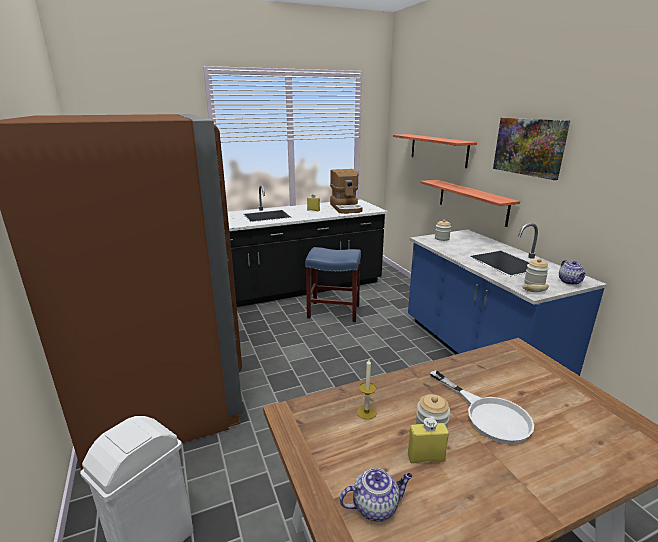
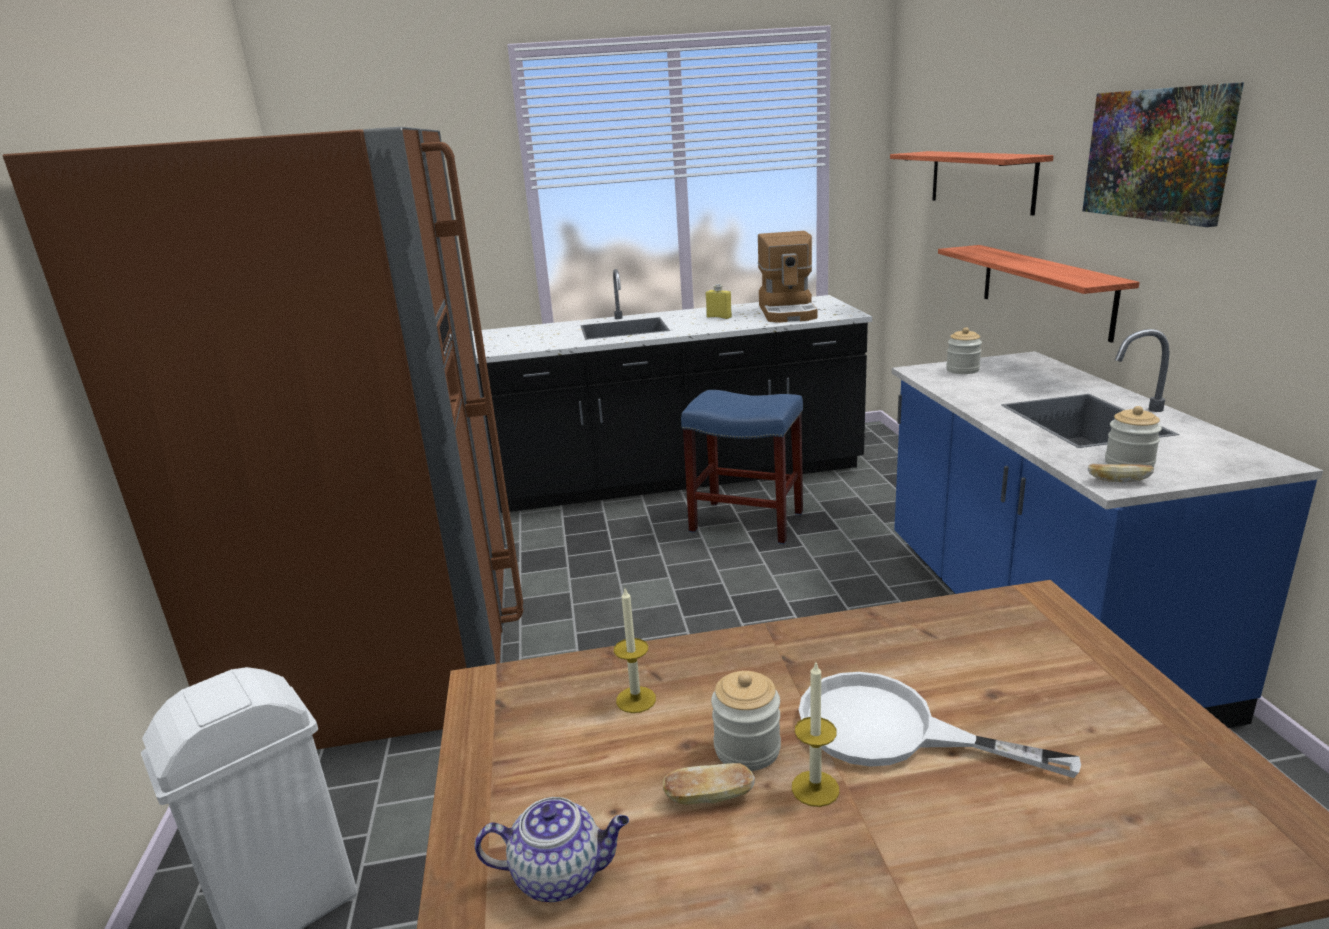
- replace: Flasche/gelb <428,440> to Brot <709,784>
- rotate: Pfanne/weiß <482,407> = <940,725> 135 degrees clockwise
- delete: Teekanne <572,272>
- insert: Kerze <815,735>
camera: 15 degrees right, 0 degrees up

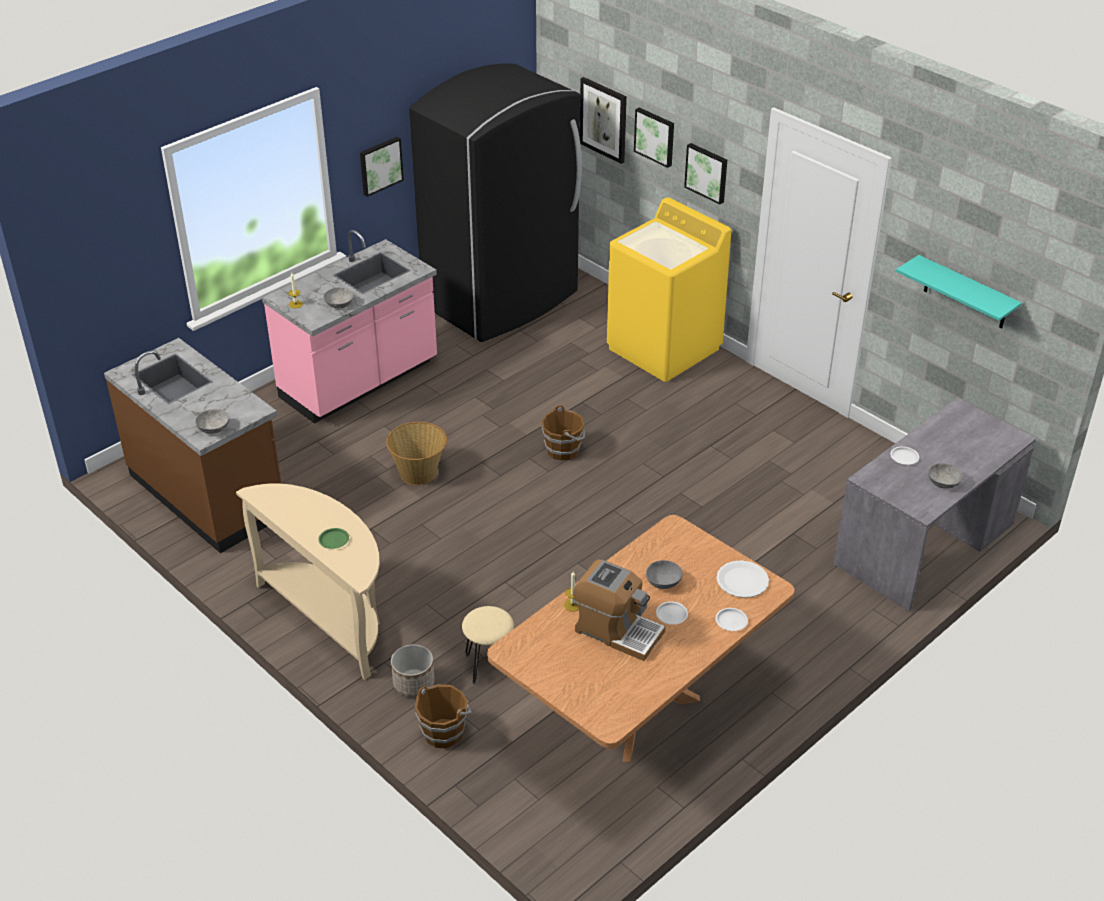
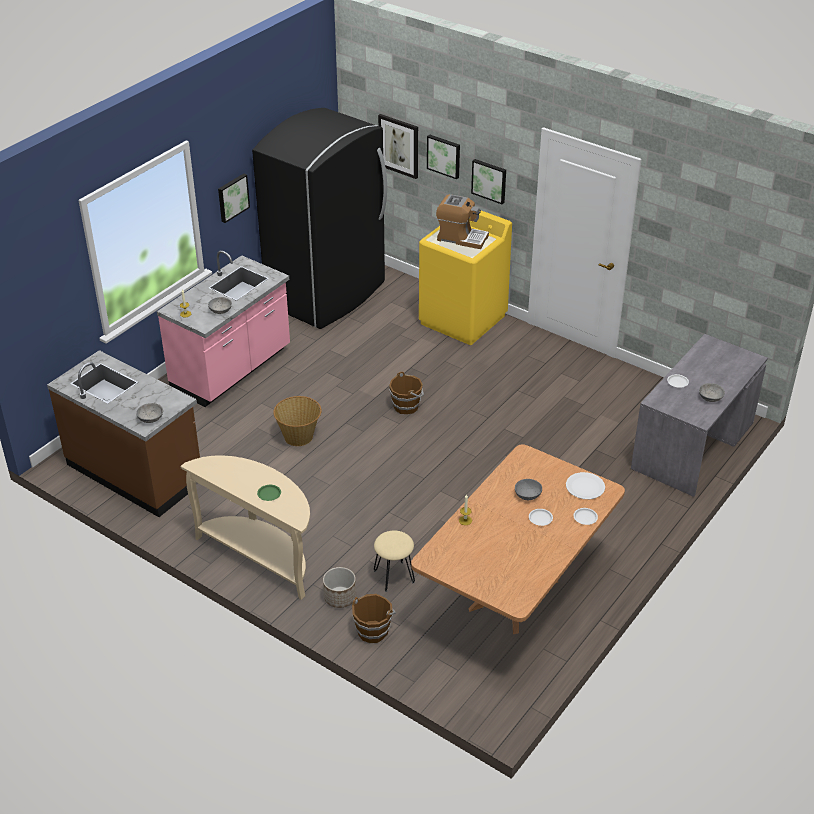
- move: Kaffeemaschine <619,610> to <462,221>
- delete: Wandregal/türkis <959,291>
camera: 10 degrees left, 0 degrees up

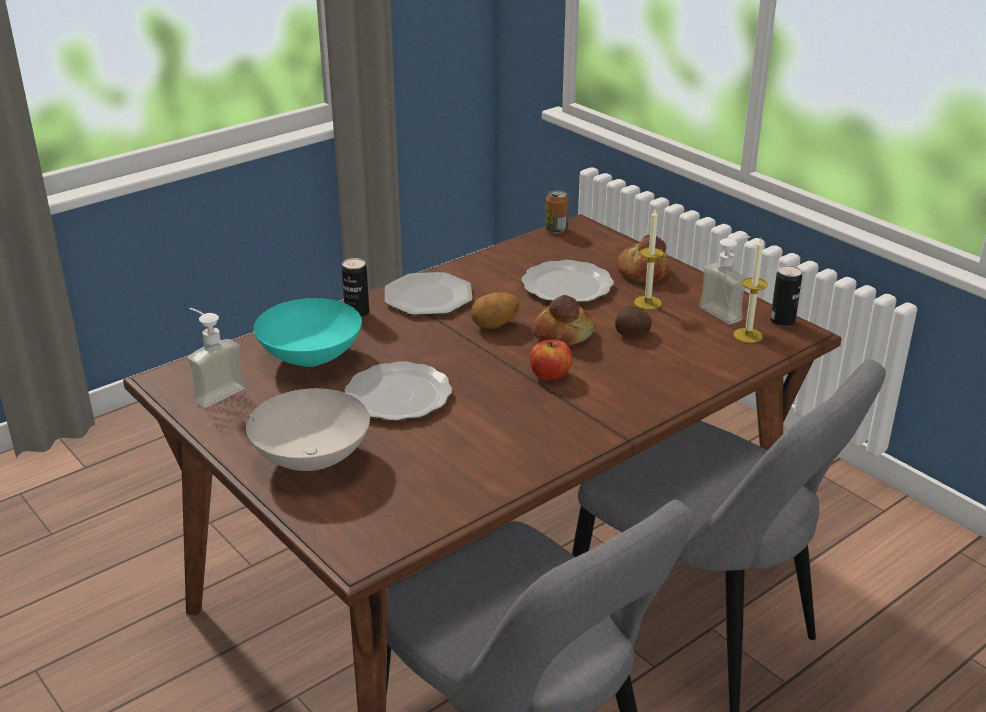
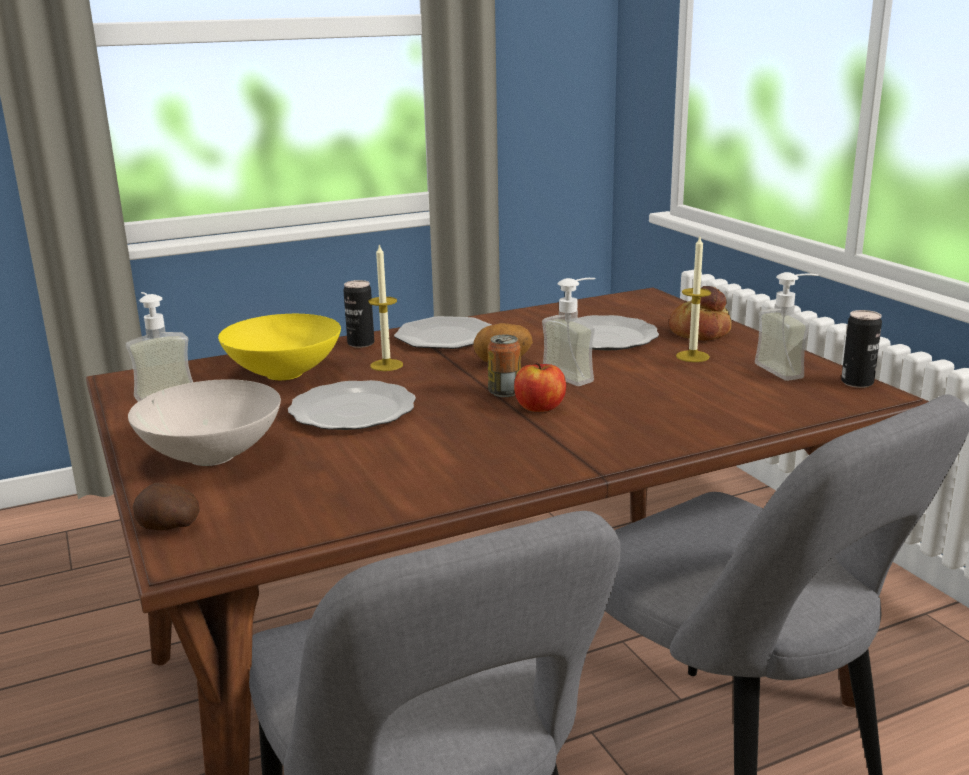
- recolor: Schüssel/türkis <308,332> to Schüssel/gelb <279,347>
- replace: Brot <563,320> to Seifenspender <568,332>
- move: Dose <557,211> to <504,366>
- move: Kartoffel <633,320> to <166,506>
- move: Kerze <751,291> to <386,307>
camera: 15 degrees right, 10 degrees down

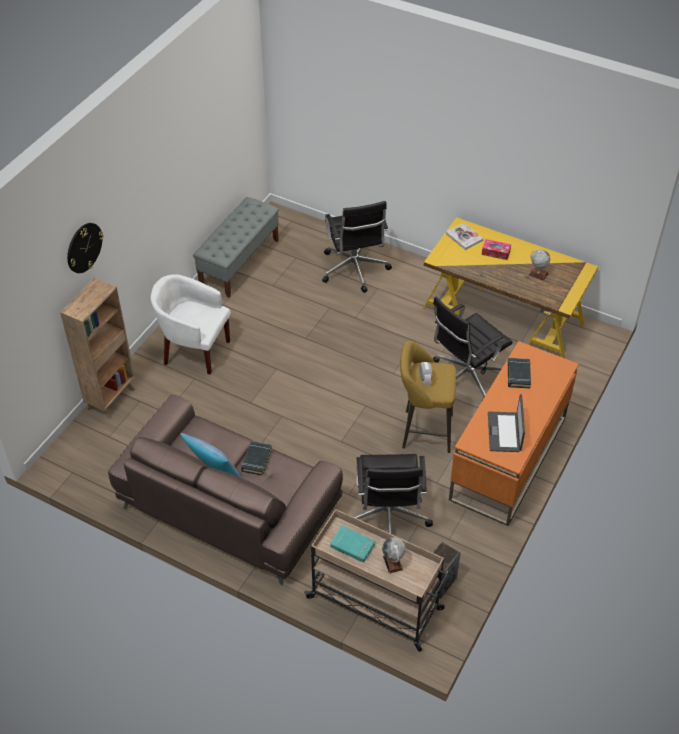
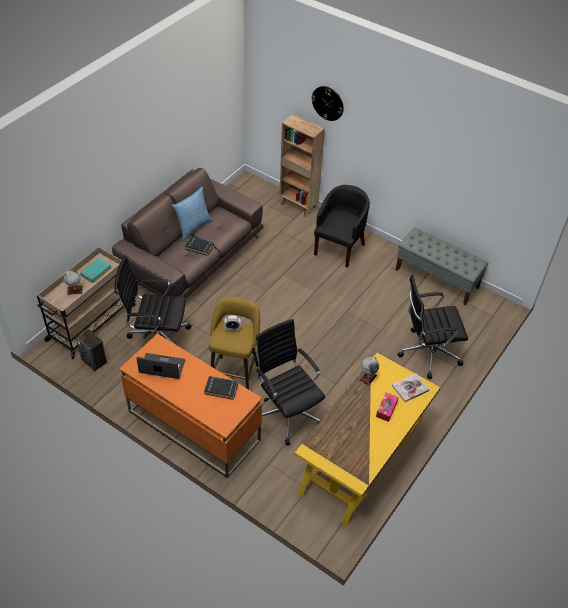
- recolor: Sessel/weiß <191,324> to Sessel/schwarz <342,226>
- move: Globus <539,265> to <369,371>
camera: 95 degrees right, 0 degrees up

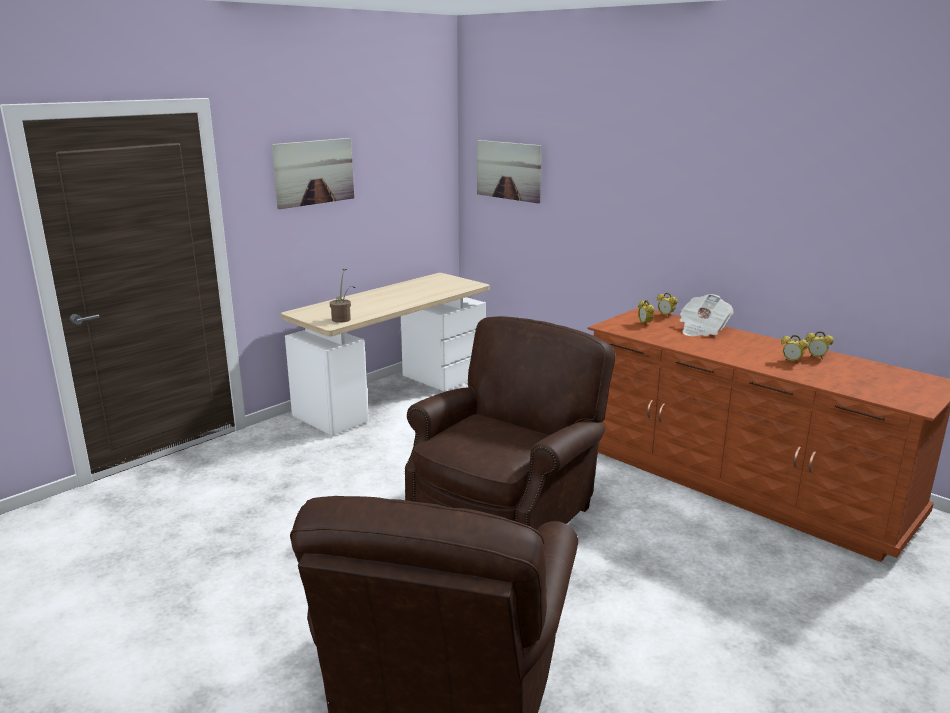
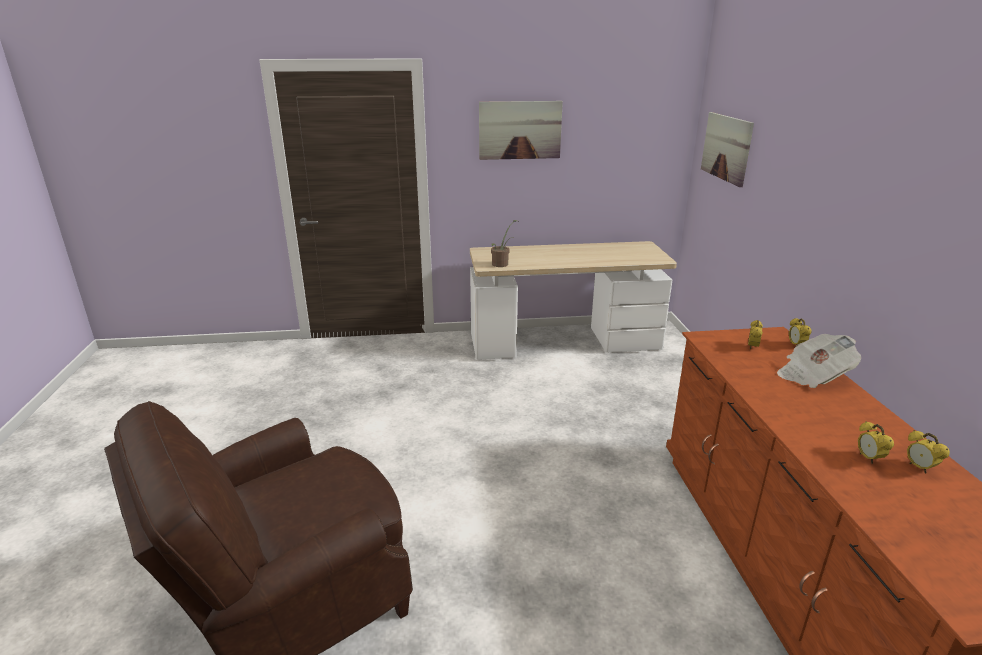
- delete: Sessel/braun <510,423>
camera: 40 degrees right, 5 degrees up

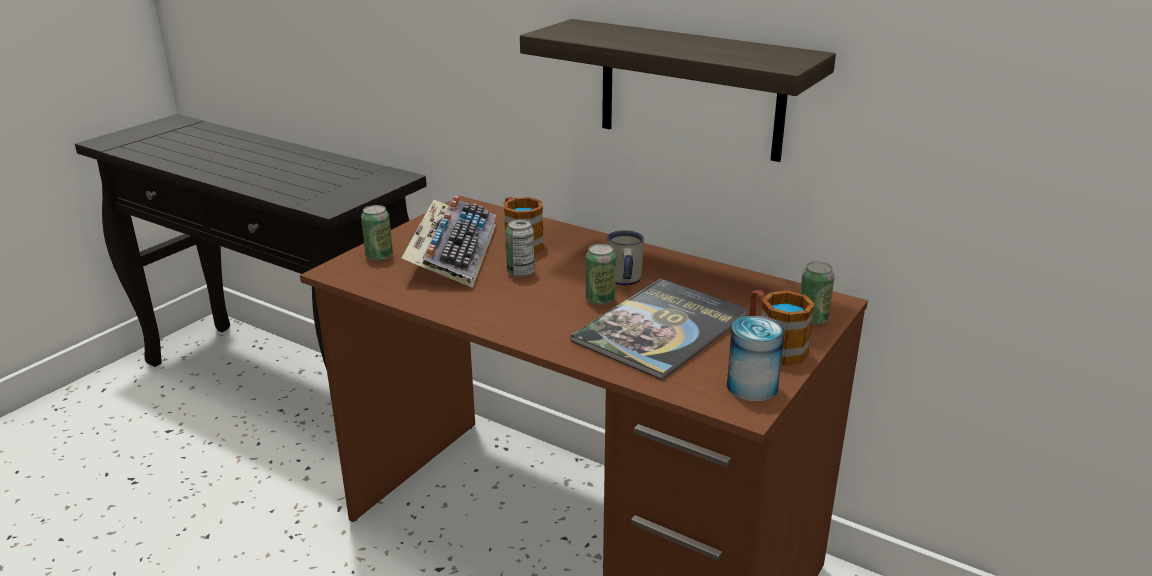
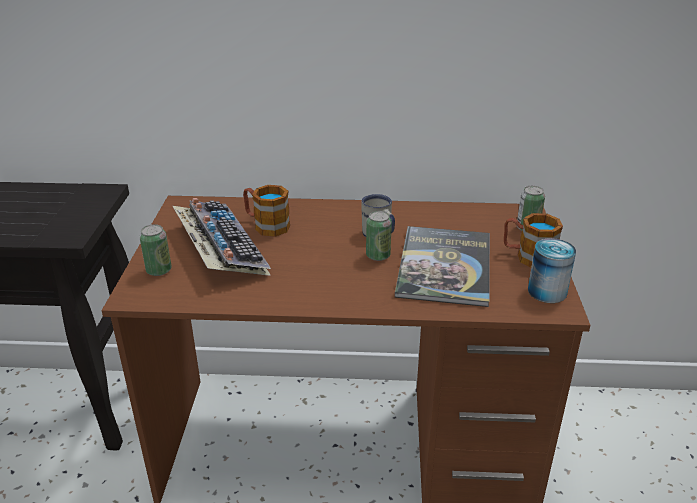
- delete: Dose <520,248>
- delete: Wandregal <678,90>
camera: 30 degrees left, 5 degrees up

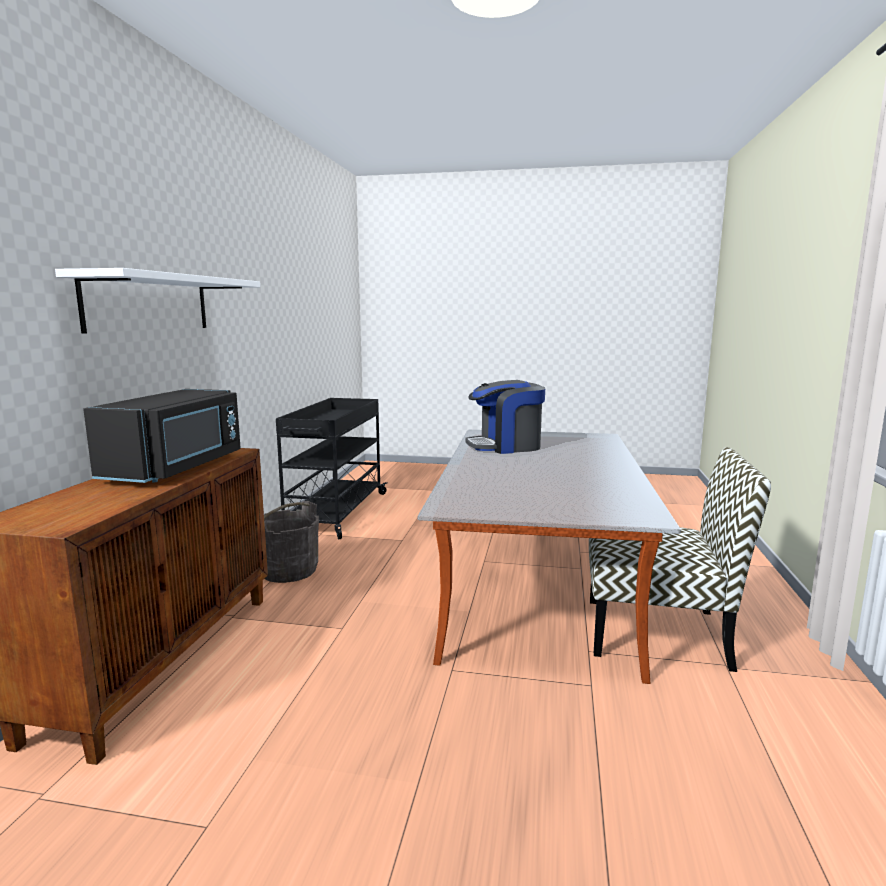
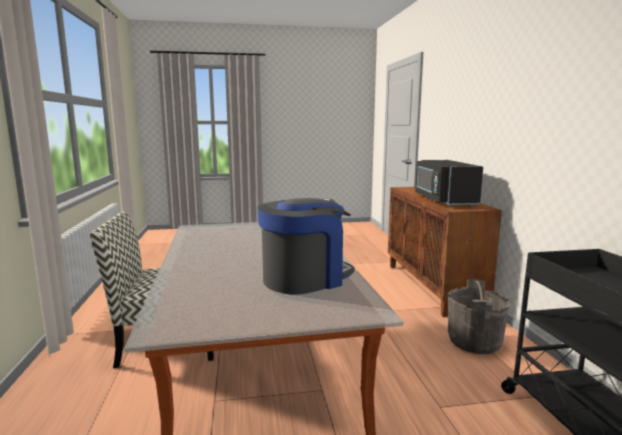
- delete: Wandregal/weiß <157,301>
camera: 160 degrees right, 0 degrees up

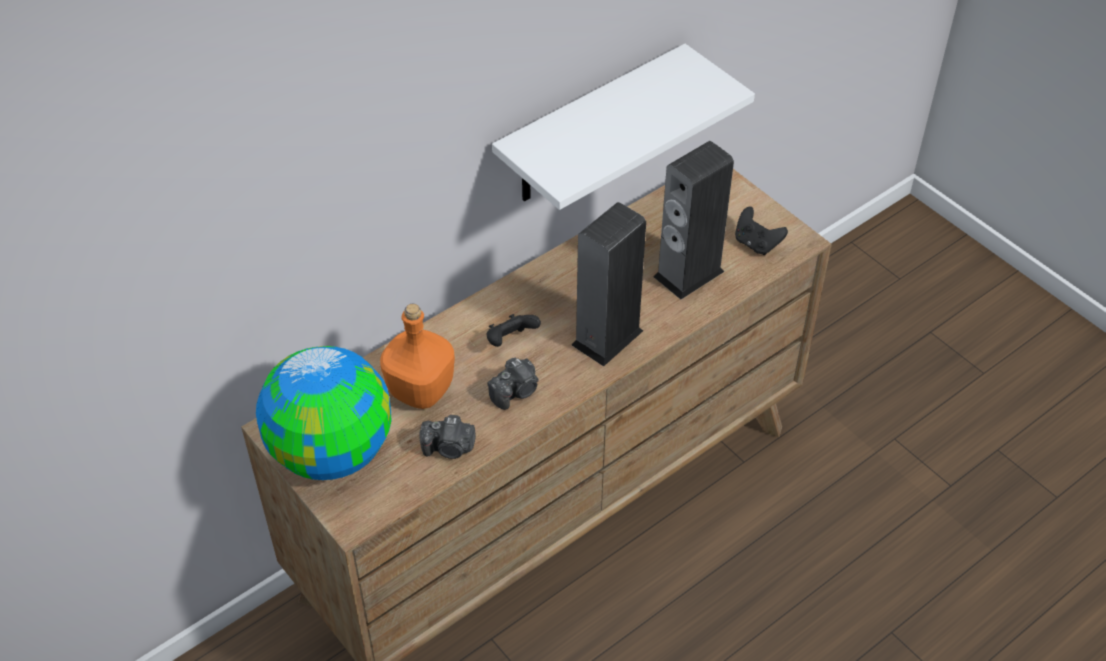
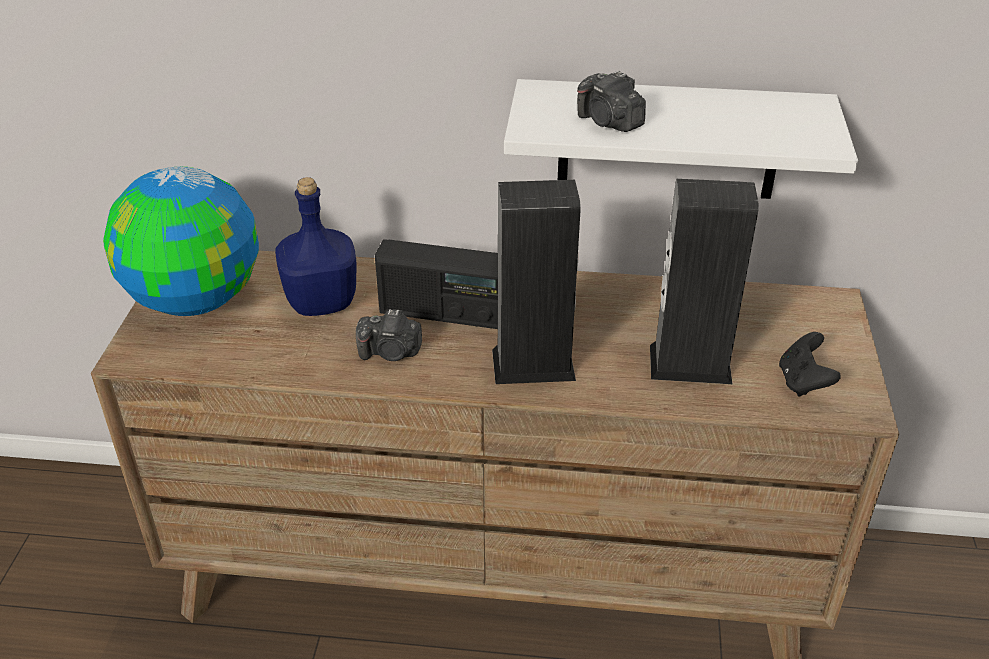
- recolor: Flasche/orange <417,356> to Flasche/blau <316,246>
- move: Kamera <448,437> to <611,101>
- replace: Gamepad/schwarz <514,330> to Radio <436,284>
camera: 45 degrees right, 10 degrees down

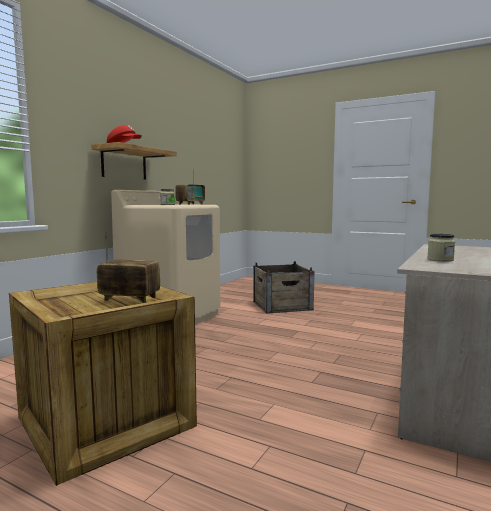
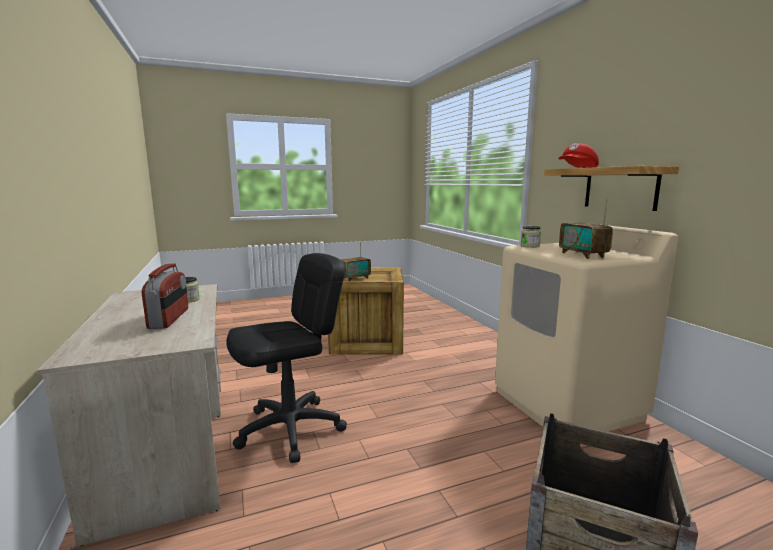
- insert: Radio <165,296>
- insert: Bürostuhl/schwarz <286,358>
camera: 130 degrees right, 5 degrees up

